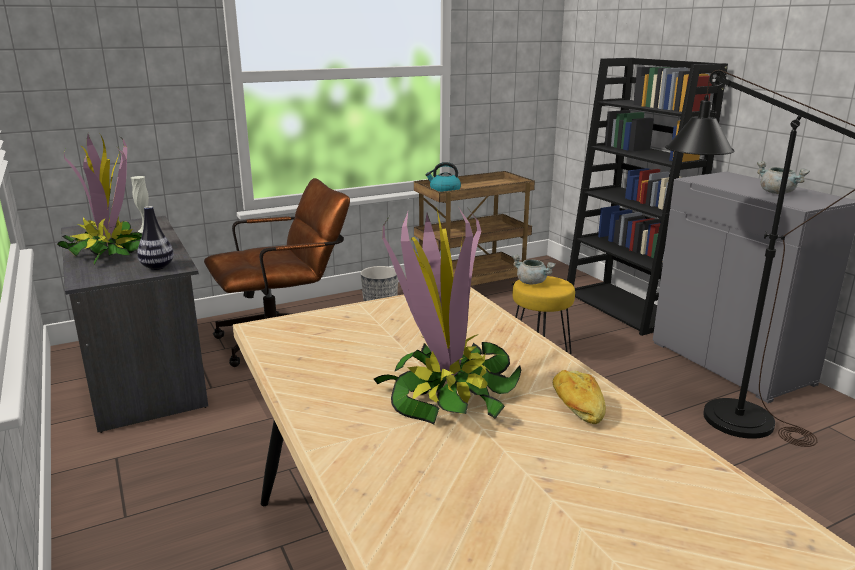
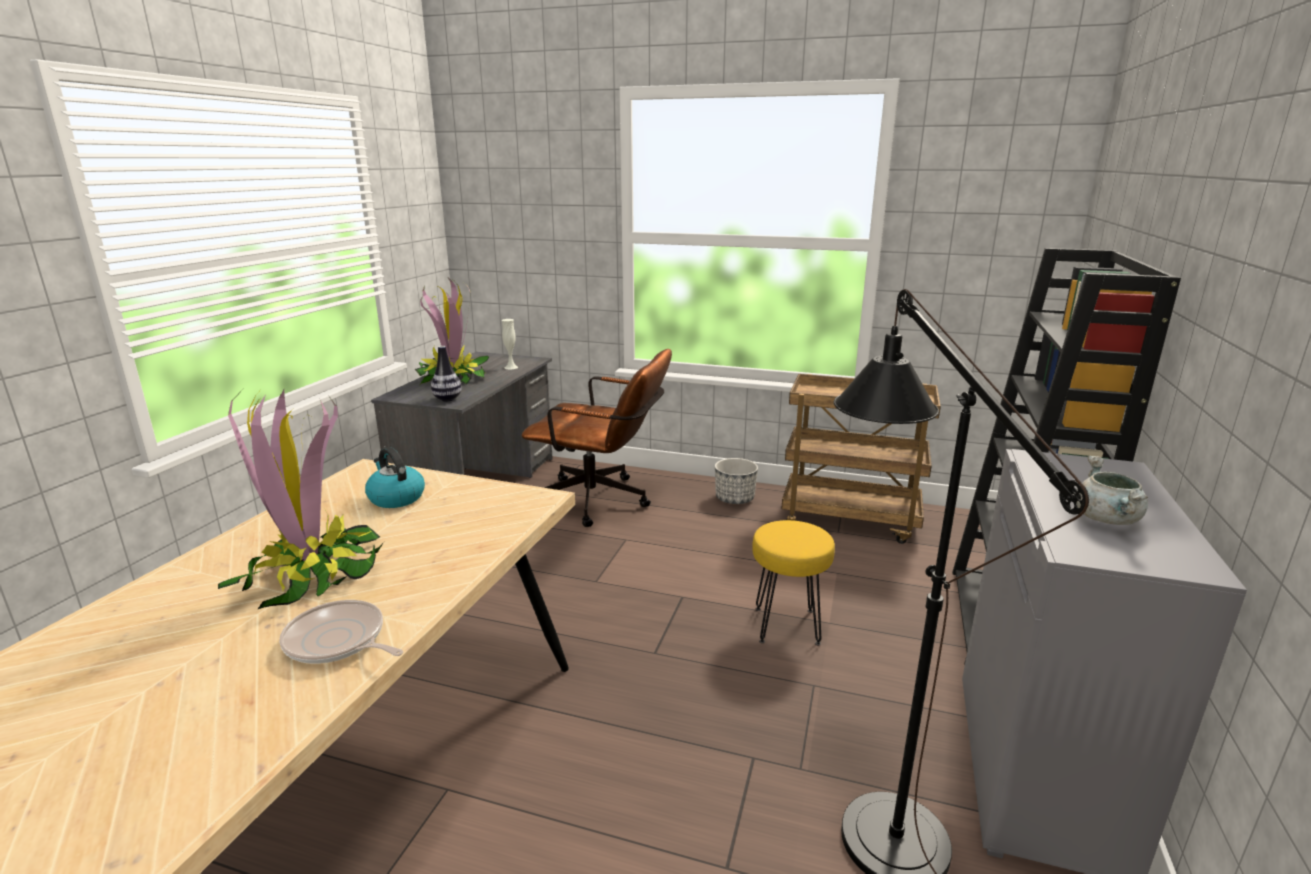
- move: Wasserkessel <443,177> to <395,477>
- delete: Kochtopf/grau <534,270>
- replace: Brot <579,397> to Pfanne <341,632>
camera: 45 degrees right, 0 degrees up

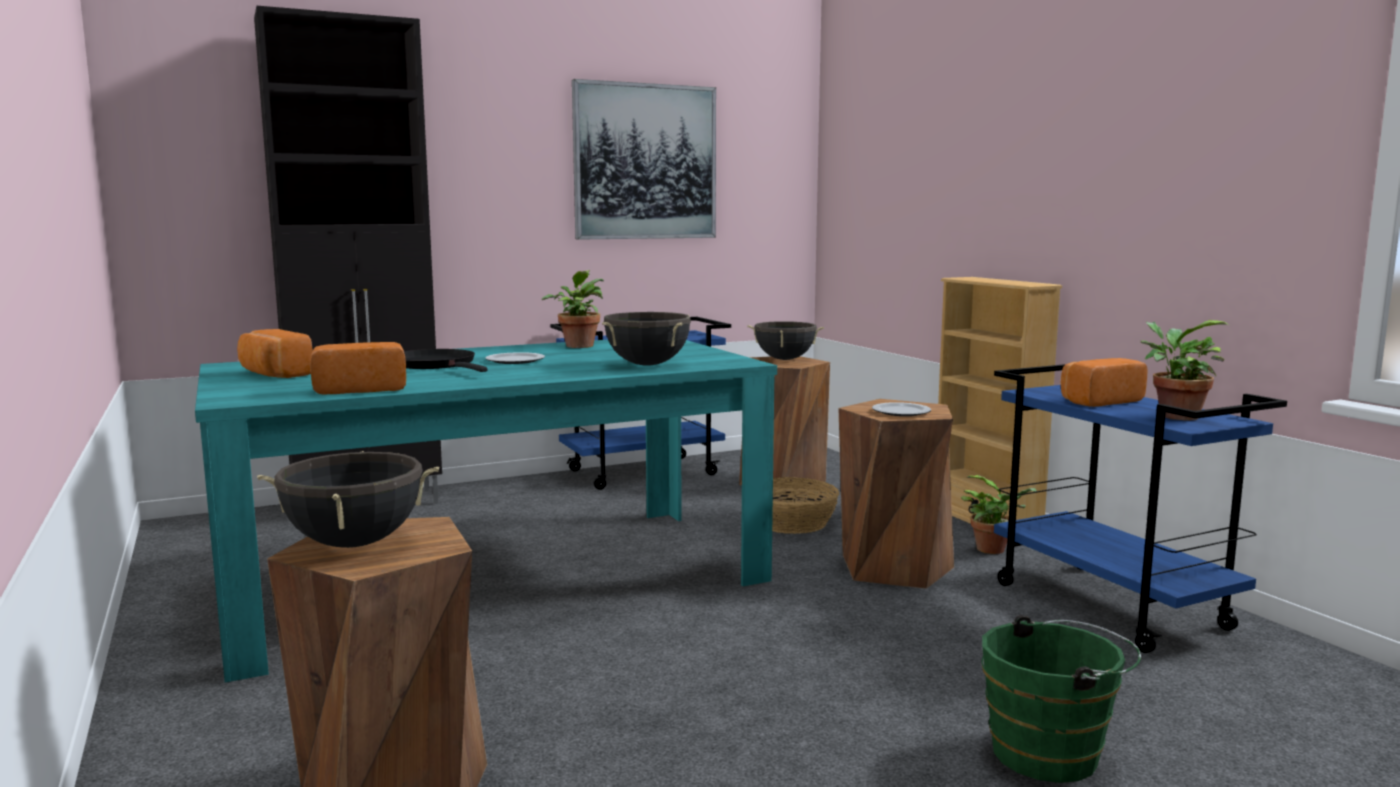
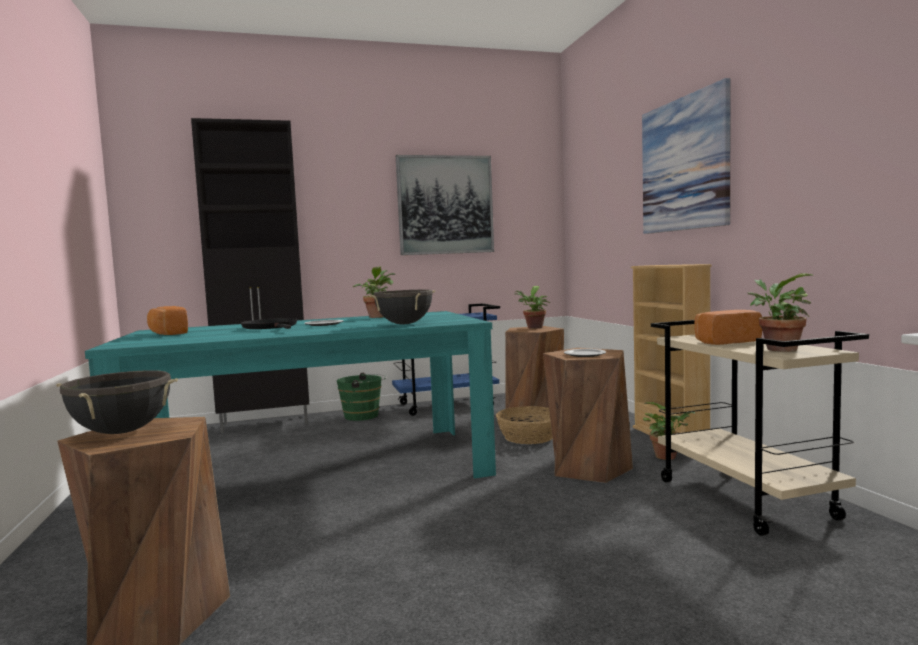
- delete: Brot <358,368>
- replace: Kochtopf/schwarz <785,340> to Topfpflanze <532,307>
- move: Eimer/grün <1061,699> to <362,397>
- recolor: Rollwagen/blau <1140,508> to Rollwagen/beige <760,428>
- insert: Bild <686,156>
camera: 10 degrees right, 5 degrees down

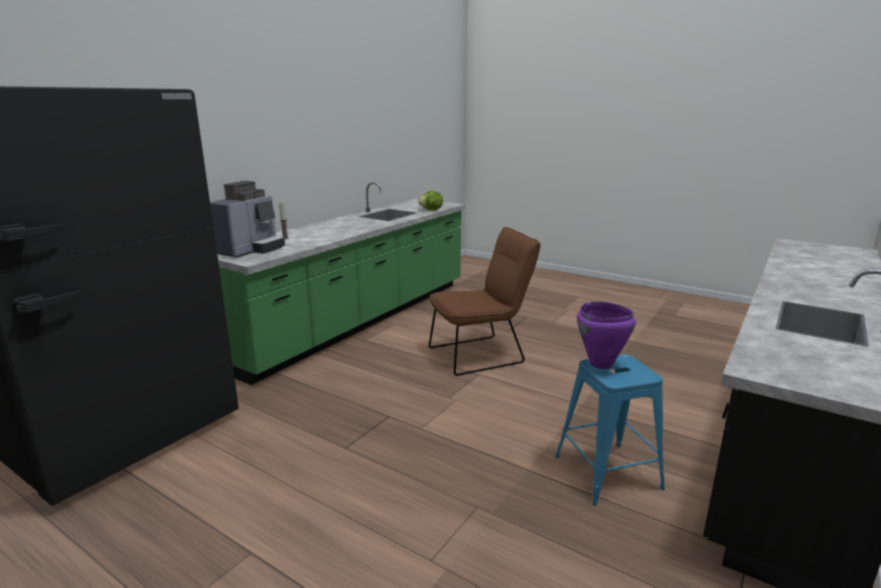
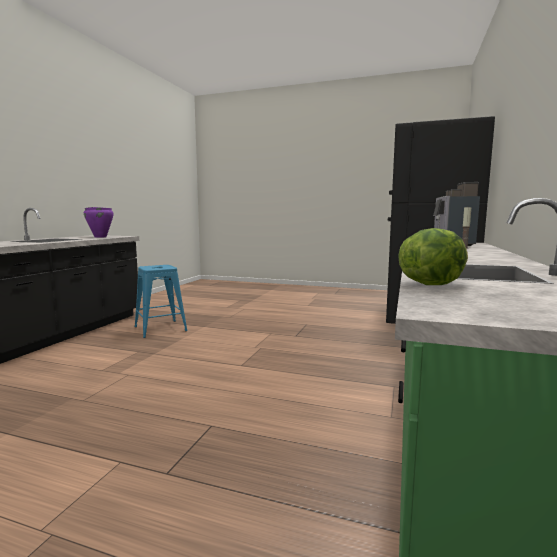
- delete: Stuhl/braun <485,301>
- move: Kochtopf/lila <606,335> to <99,222>
camera: 165 degrees right, 10 degrees down

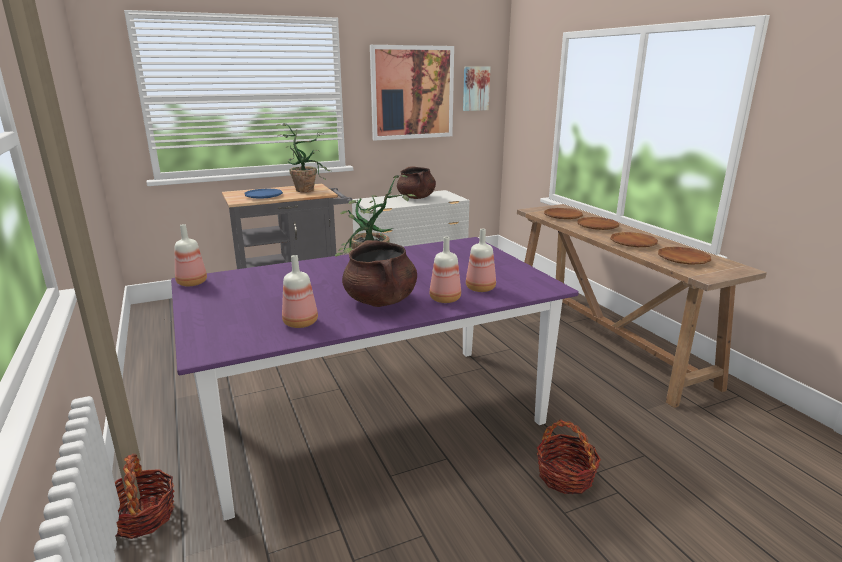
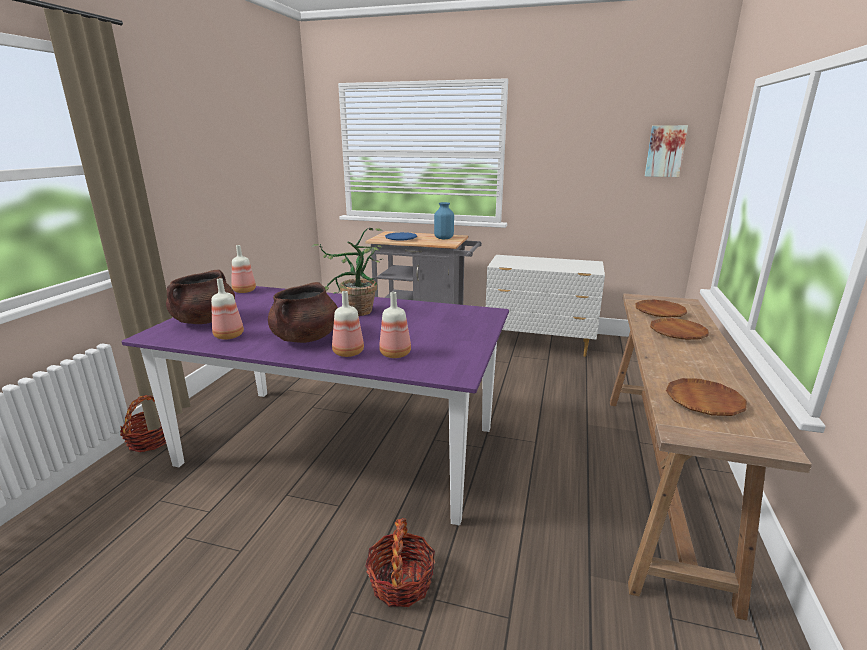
- replace: Topfpflanze <303,157> to Vase/blau <444,220>
- delete: Bild <412,93>
- move: Kochtopf/braun <416,182> to <200,297>
- delete: Teller/braun <634,239>
camera: 40 degrees right, 0 degrees up

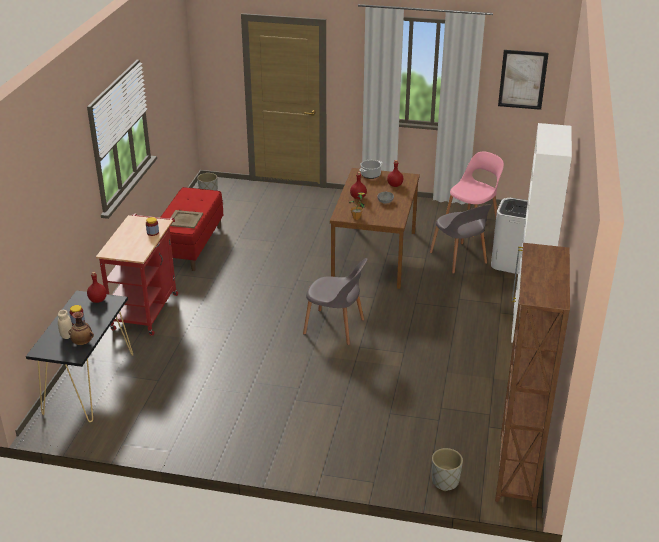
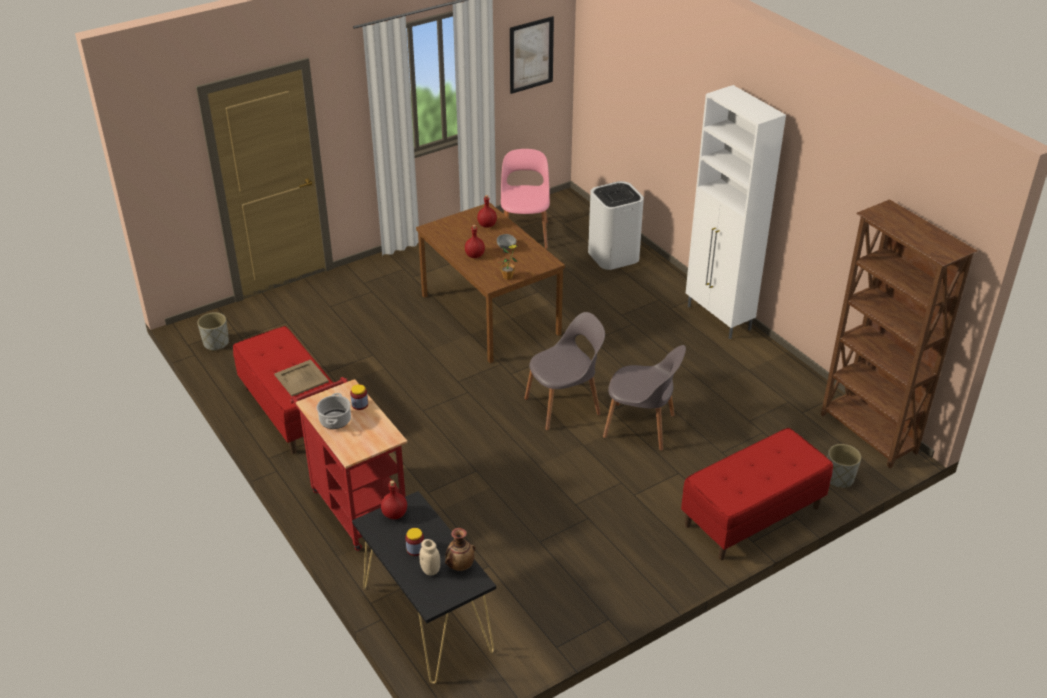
- move: Kochtopf <371,169> to <334,411>
- move: Stuhl/grau <461,239> to <644,398>
- insert: Bank/rot <757,494>
camera: 45 degrees left, 5 degrees up

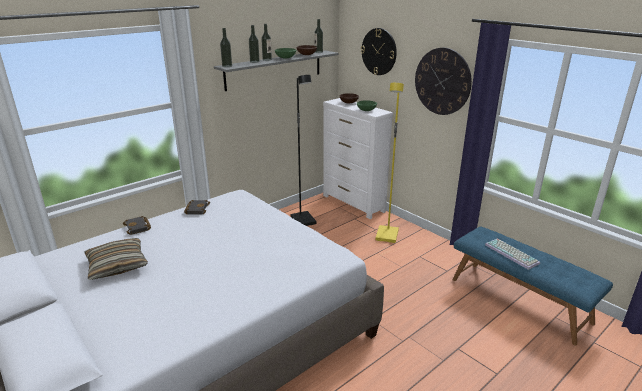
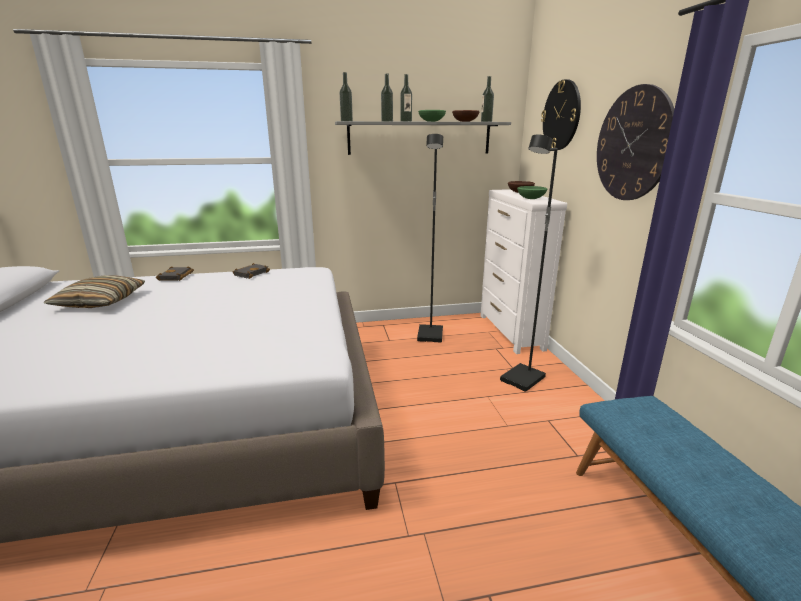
- recolor: Stehlampe/gelb <389,163> to Stehlampe/schwarz <529,263>
- delete: Tastatur <512,254>
camera: 30 degrees right, 5 degrees down

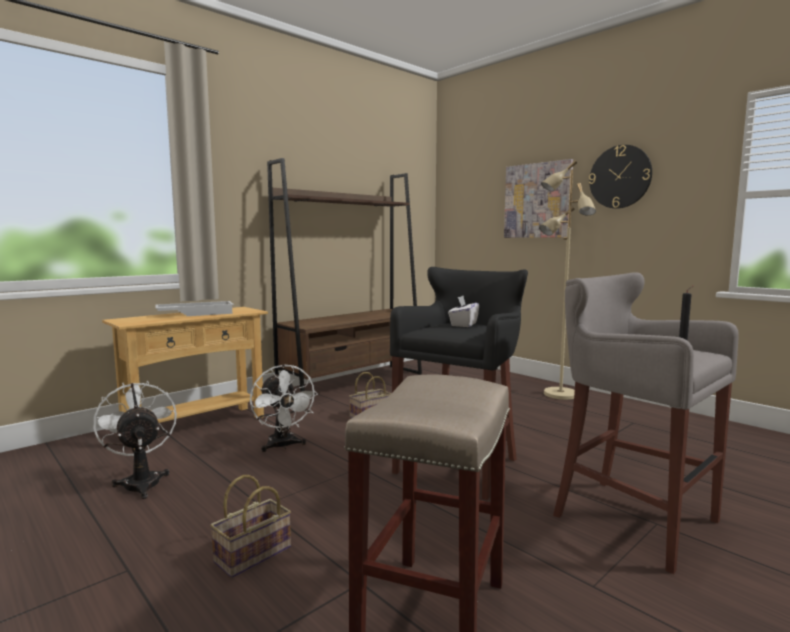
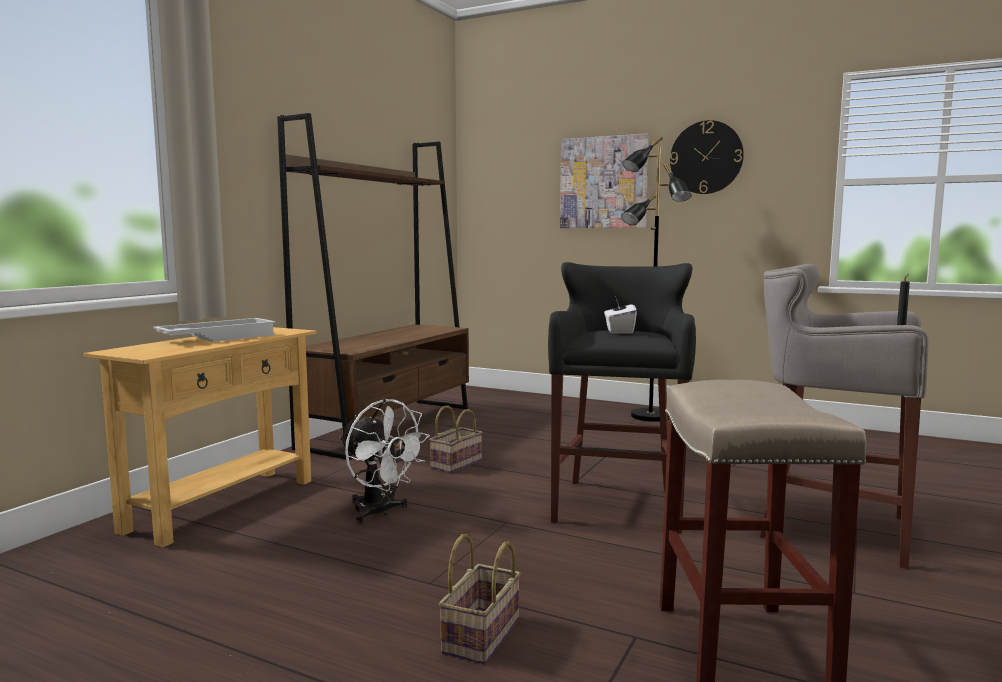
- delete: Ventilator/weiß <135,440>
- recolor: Stehlampe/beige <567,280> to Stehlampe/schwarz <656,279>
camera: 20 degrees left, 0 degrees up

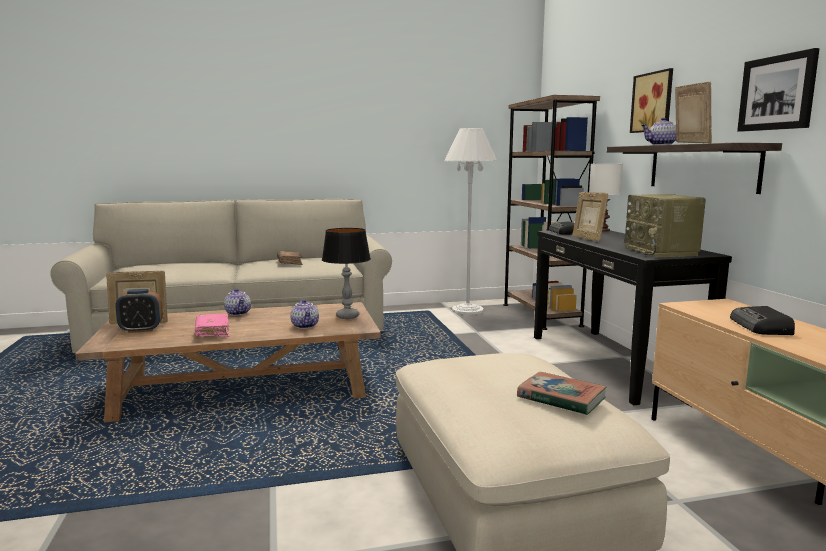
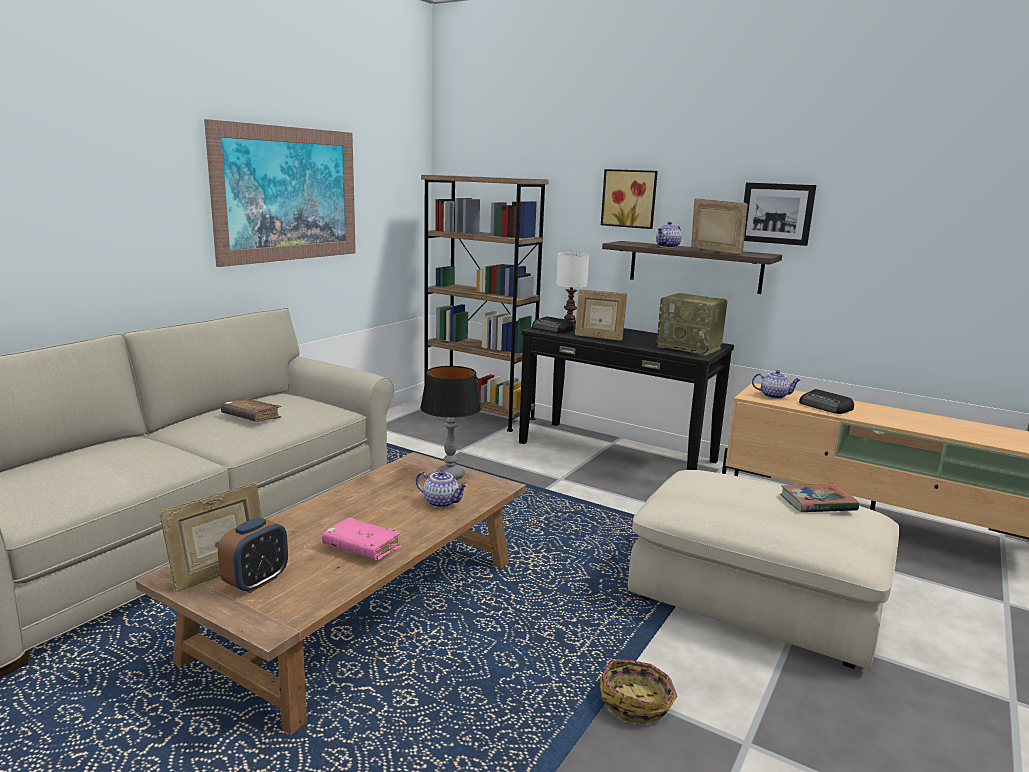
- move: Teekanne <237,302> to <776,384>
- delete: Stehlampe/weiß <470,221>
- insert: Bild <280,193>
- insert: Korb <638,691>
camera: 45 degrees left, 5 degrees up

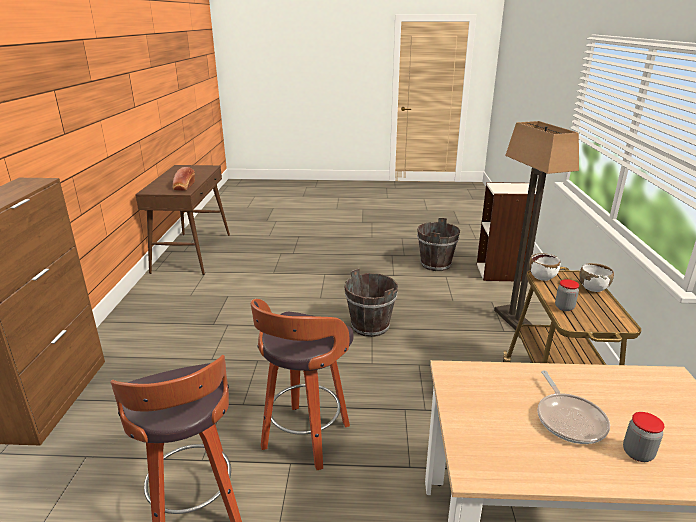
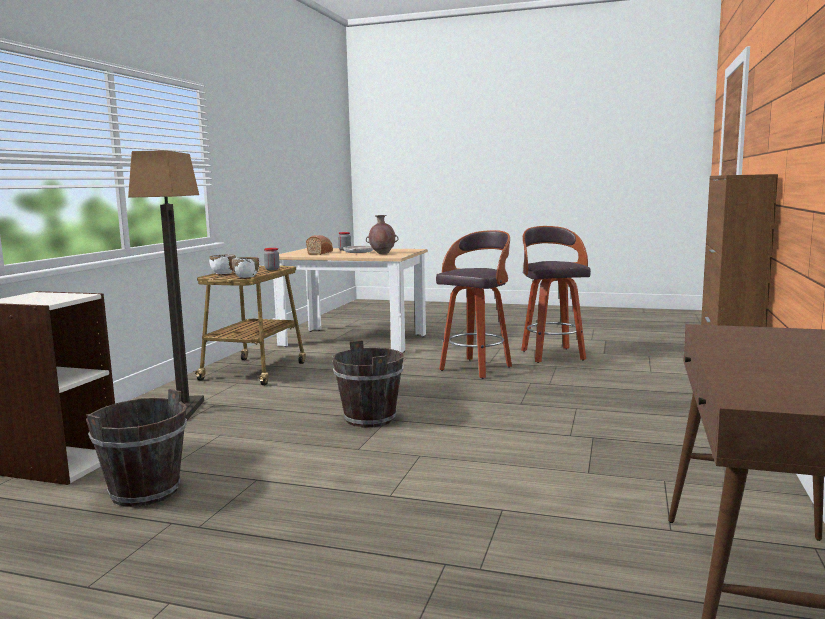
- move: Brot <184,179> to <319,245>
- insert: Vase/braun <382,234>
camera: 165 degrees left, 15 degrees down

